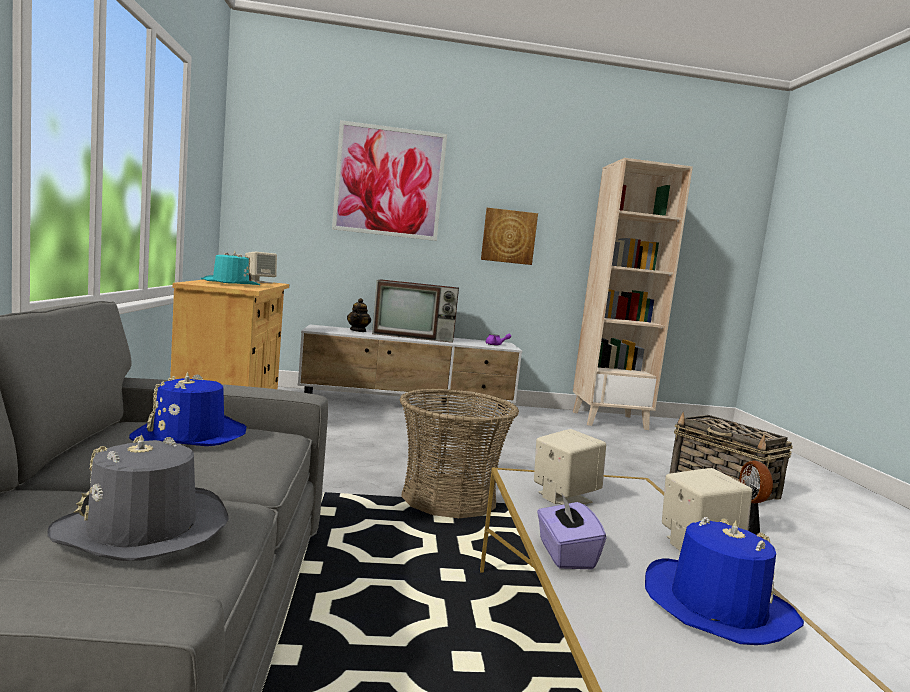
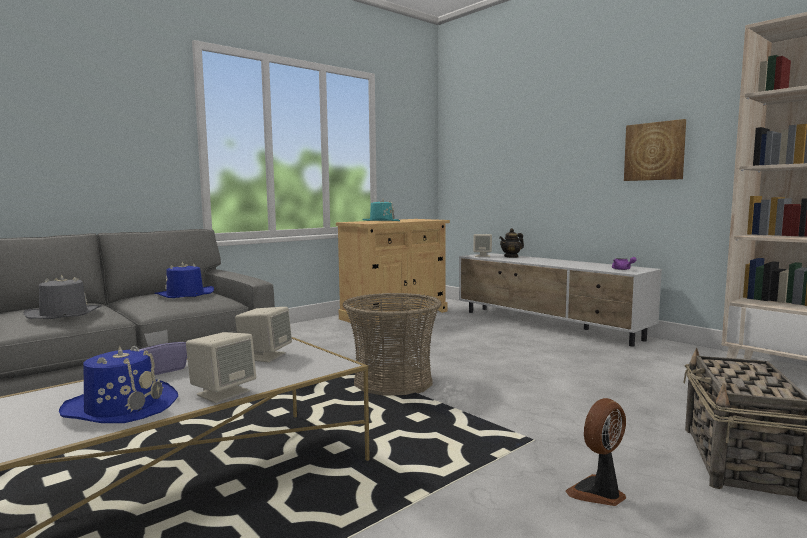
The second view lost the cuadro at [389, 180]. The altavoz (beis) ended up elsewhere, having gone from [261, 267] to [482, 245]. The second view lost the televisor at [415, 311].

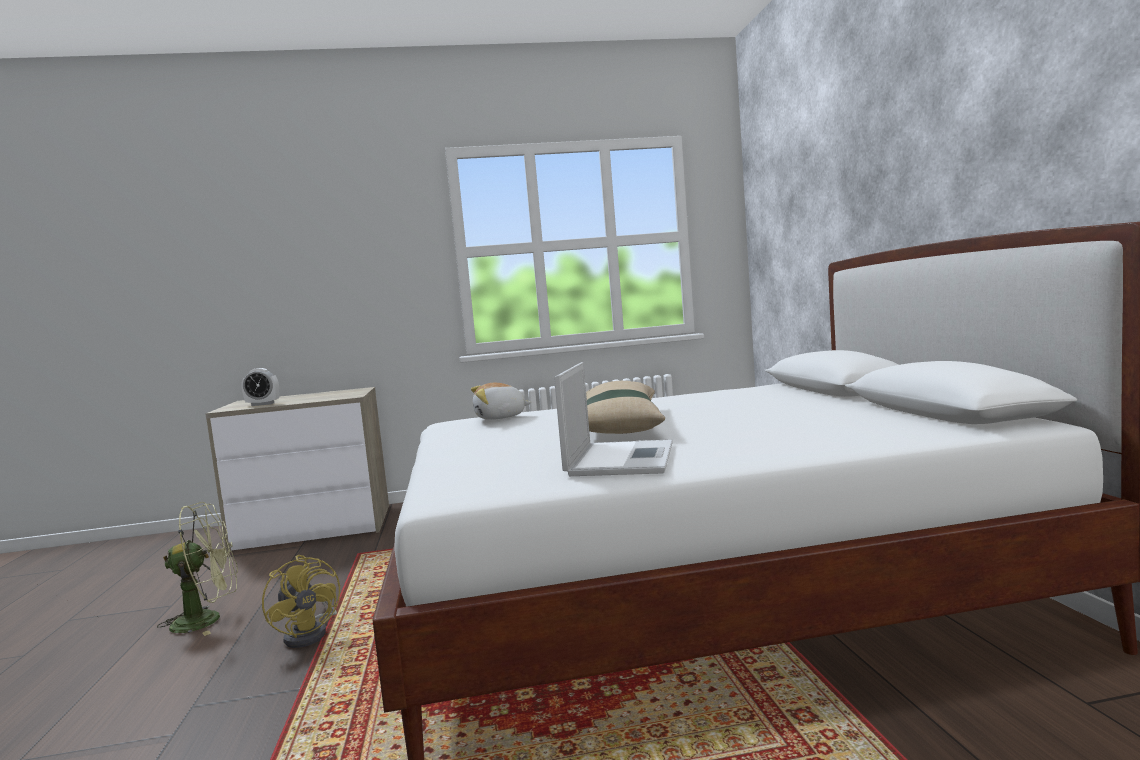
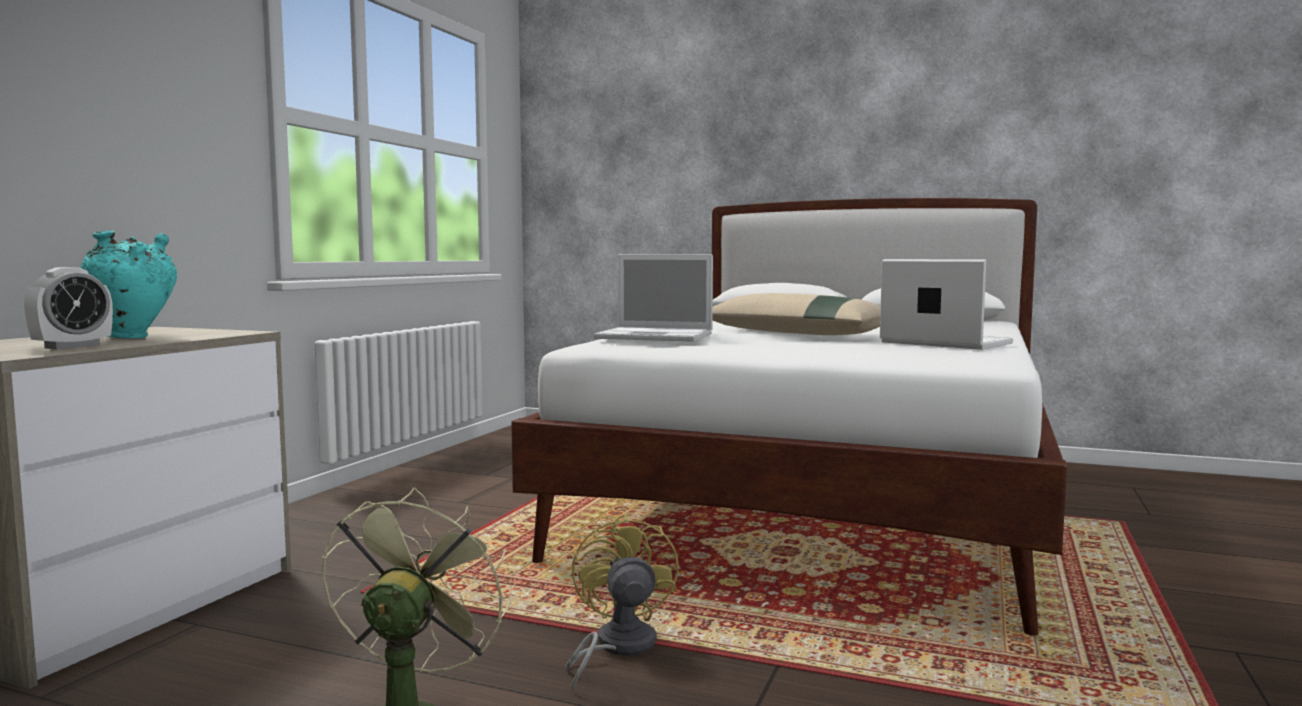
Where the peluche stood at [501, 401], the portátil came to stand at [653, 298]. The ventilador (amarillo) at [301, 601] ended up facing another way, 90 degrees counterclockwise from before. The second view gained the florero (turquesa) at [129, 284].

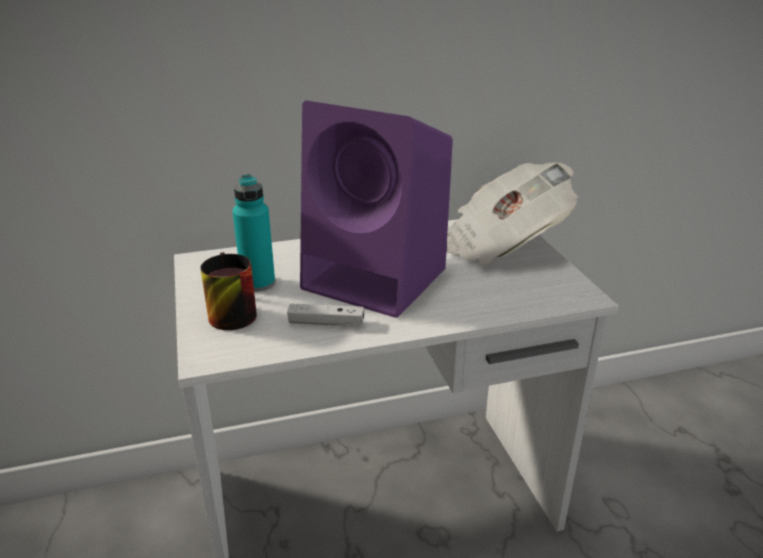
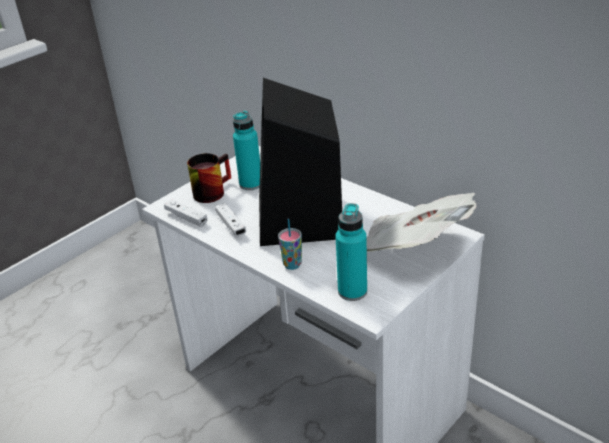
What was the altavoz (morado) at [376, 209] turned into the altavoz (negro) at [300, 162]. The second view gained the mando de consola (blanco) at [185, 213]. The second view gained the botella (turquesa) at [351, 252]. The second view gained the taza at [290, 244].

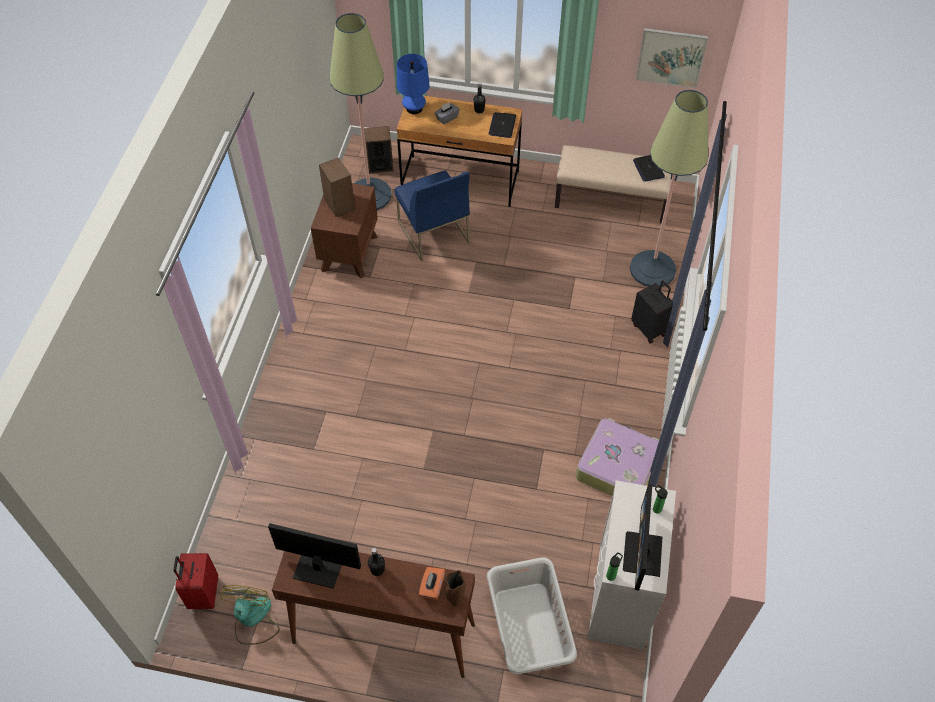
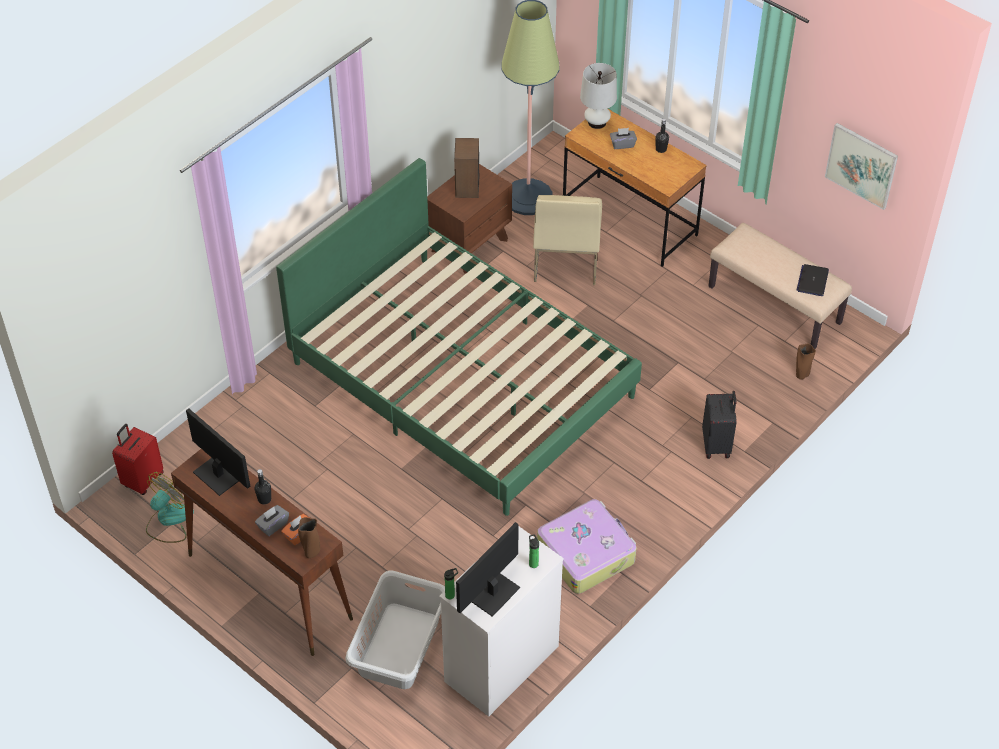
What was the lámpara de mesa (azul) at [413, 84] turned into the lámpara de mesa (blanco) at [598, 96]. The second view lost the lámpara de pie at [669, 188]. The second view lost the portátil at [502, 125]. The second view lost the altavoz at [378, 150]. What was the silla (azul) at [432, 216] turned into the silla (beis) at [567, 240]. The second view gained the cama (verde) at [459, 337]. The second view gained the florero (marrón) at [806, 362]. The second view gained the caja de pañuelos (gris) at [272, 520].

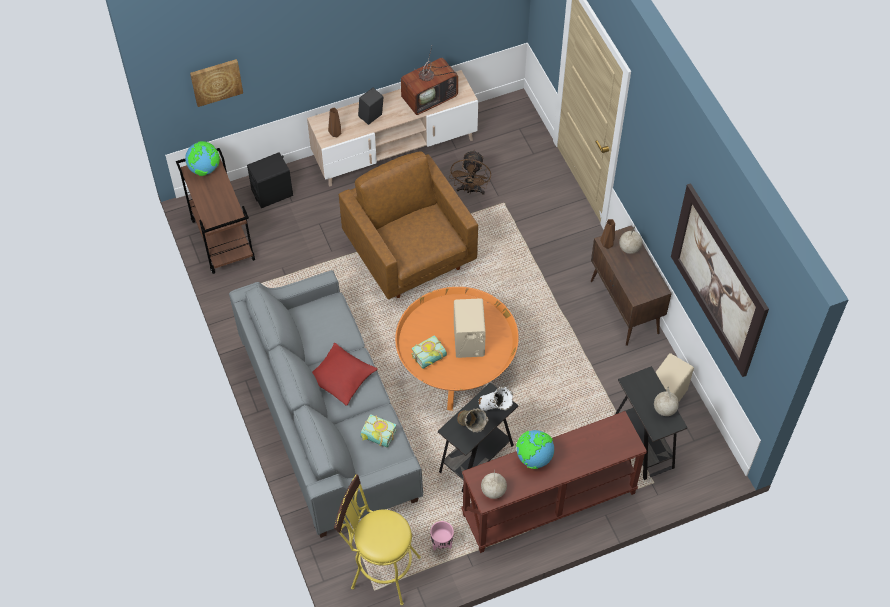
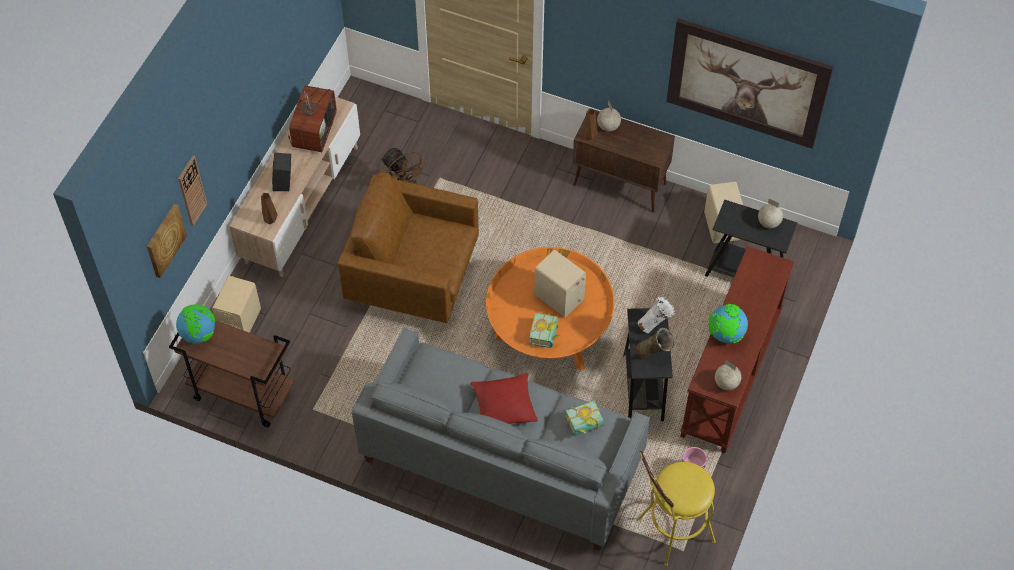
What was the altavoz (negro) at [270, 180] turned into the altavoz (beis) at [236, 304]. The second view gained the reloj de pared at [192, 191].

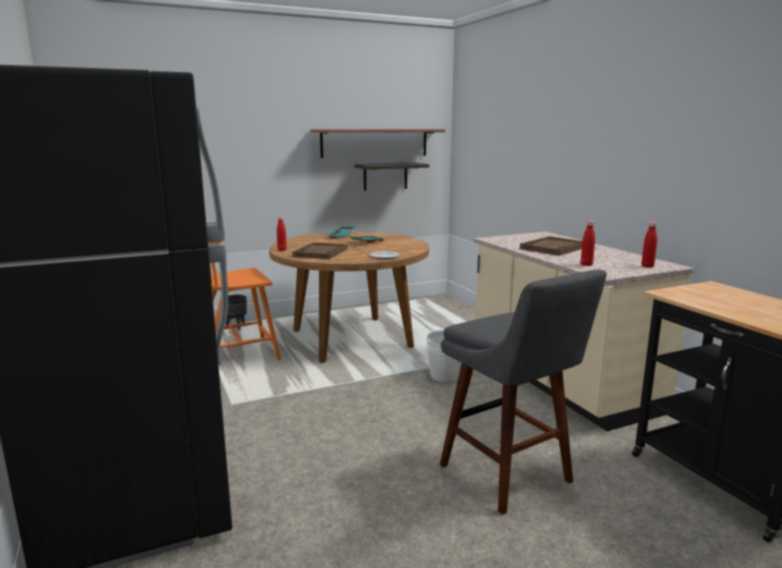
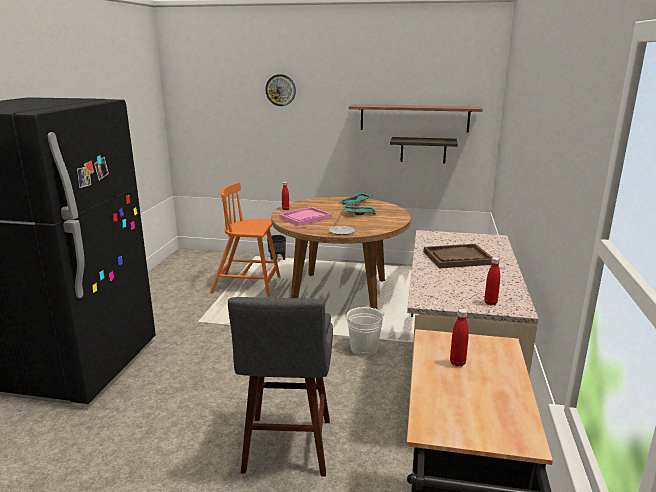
The botella (rojo) ended up elsewhere, having gone from [588, 243] to [459, 338]. What was the bandeja (marrón) at [320, 250] turned into the bandeja (rosa) at [305, 216]. The second view gained the reloj de pared at [280, 90].

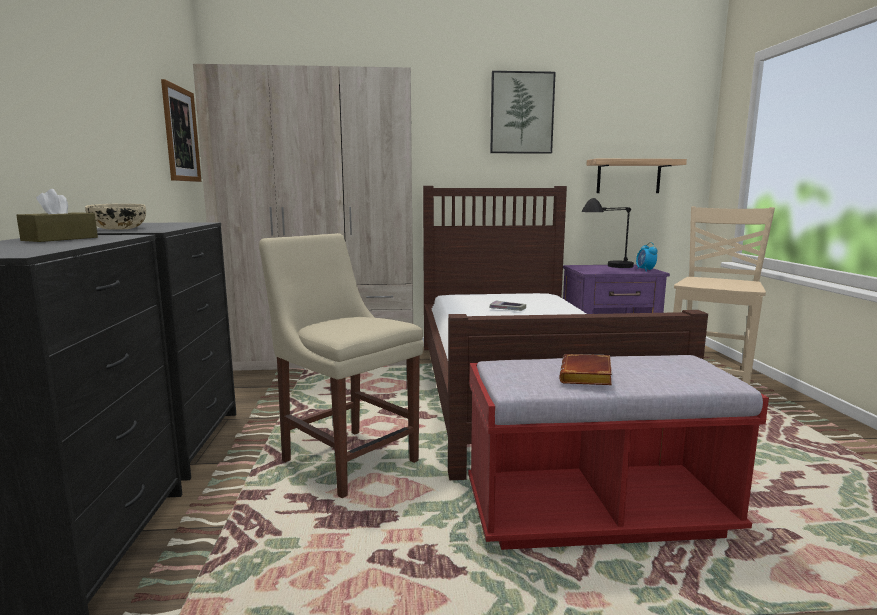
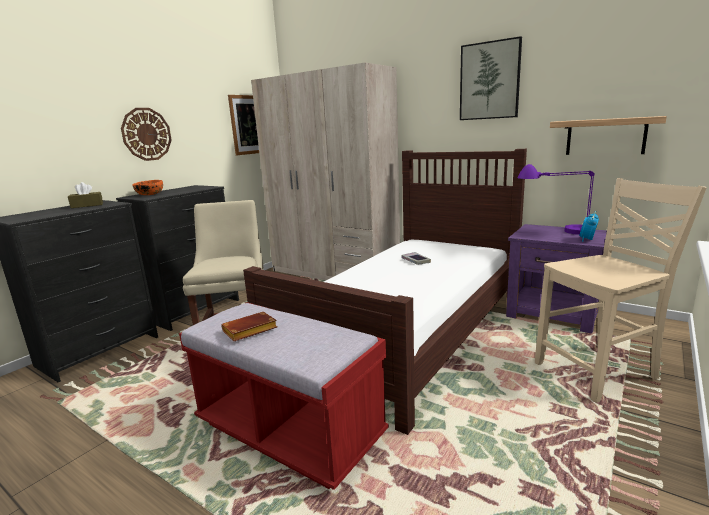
What was the lámpara de mesa (negro) at [608, 233] turned into the lámpara de mesa (morado) at [556, 199]. What was the cuenco (beis) at [115, 217] turned into the cuenco (naranja) at [147, 187]. The second view gained the reloj de pared at [146, 134].

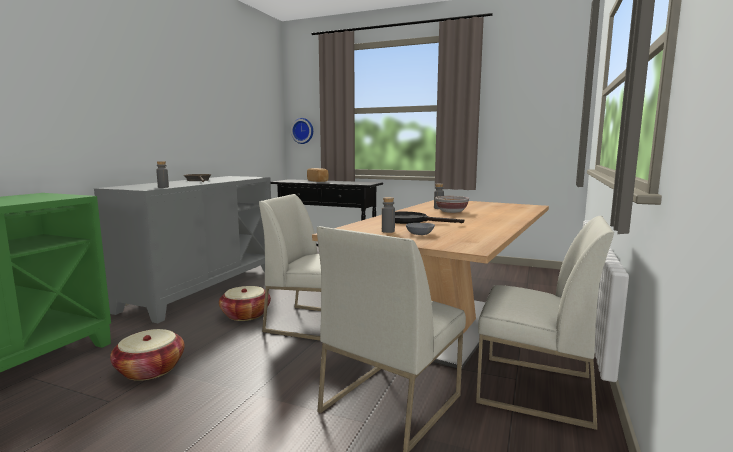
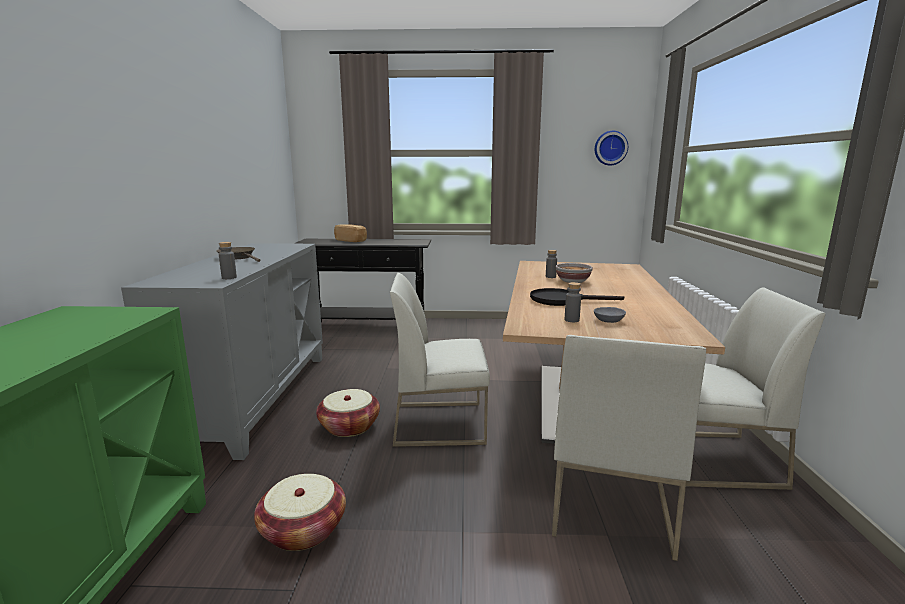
The reloj de pared ended up elsewhere, having gone from [302, 131] to [611, 148].

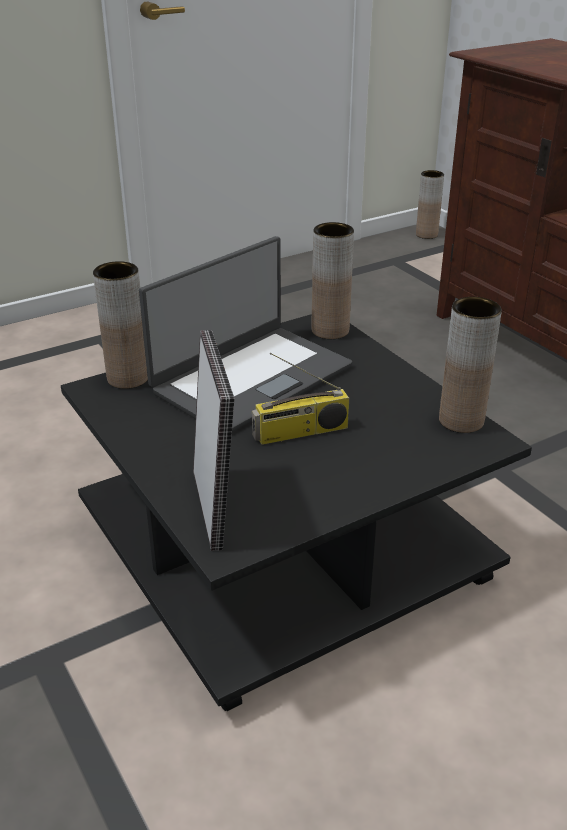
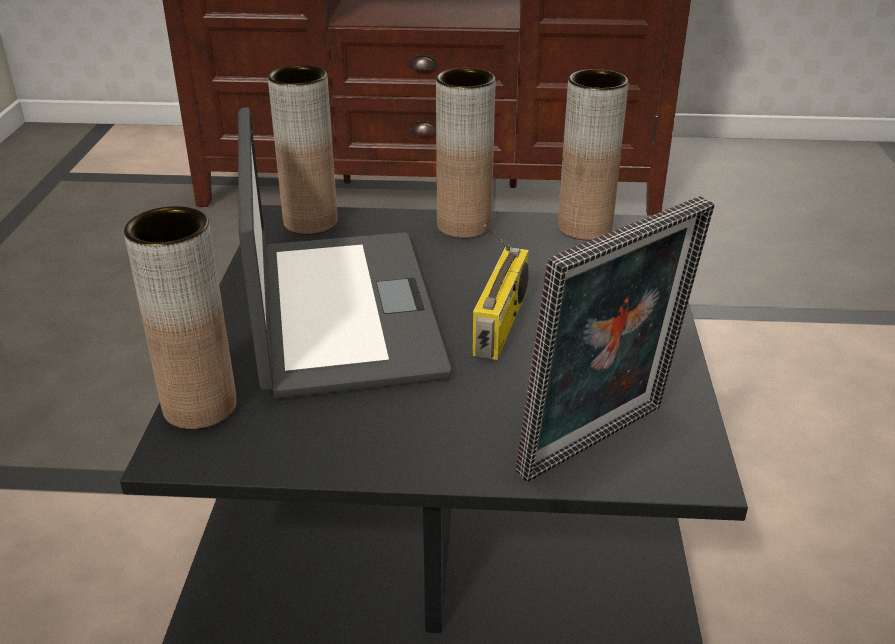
The florero (marrón) ended up elsewhere, having gone from [430, 204] to [466, 153]. The portarretratos at [213, 440] ended up facing another way, 120 degrees clockwise from before.

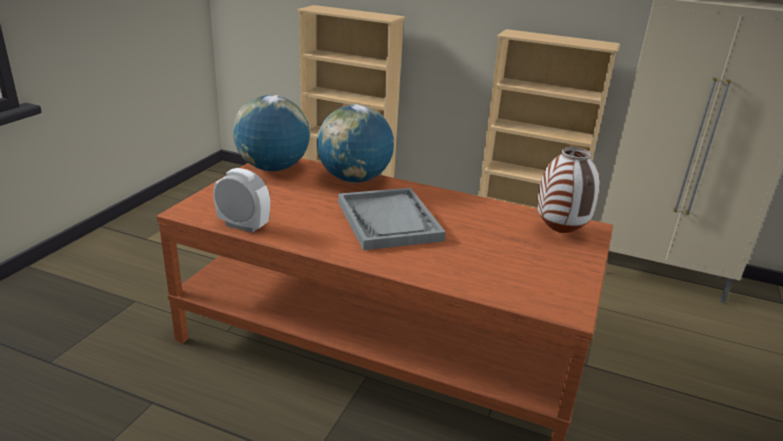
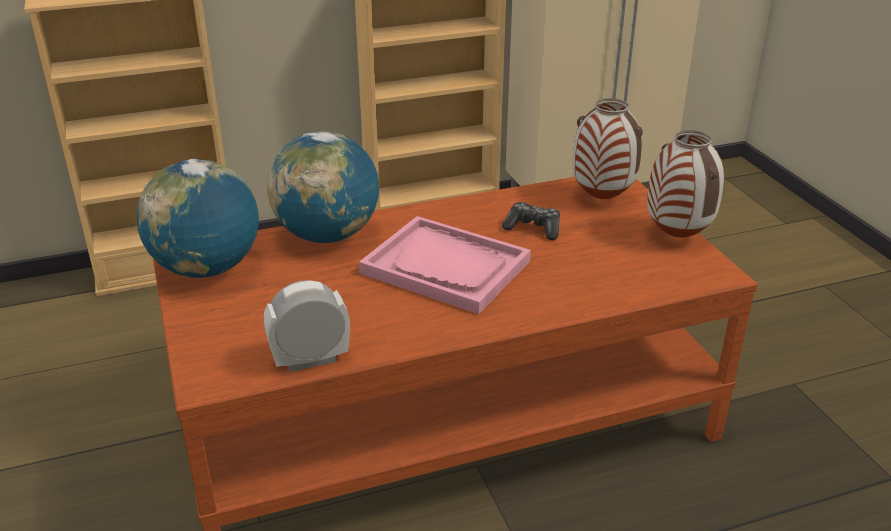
What was the bandeja (gris) at [392, 219] turned into the bandeja (rosa) at [445, 265]. The second view gained the florero at [685, 184]. The second view gained the mando de consola at [531, 221].

